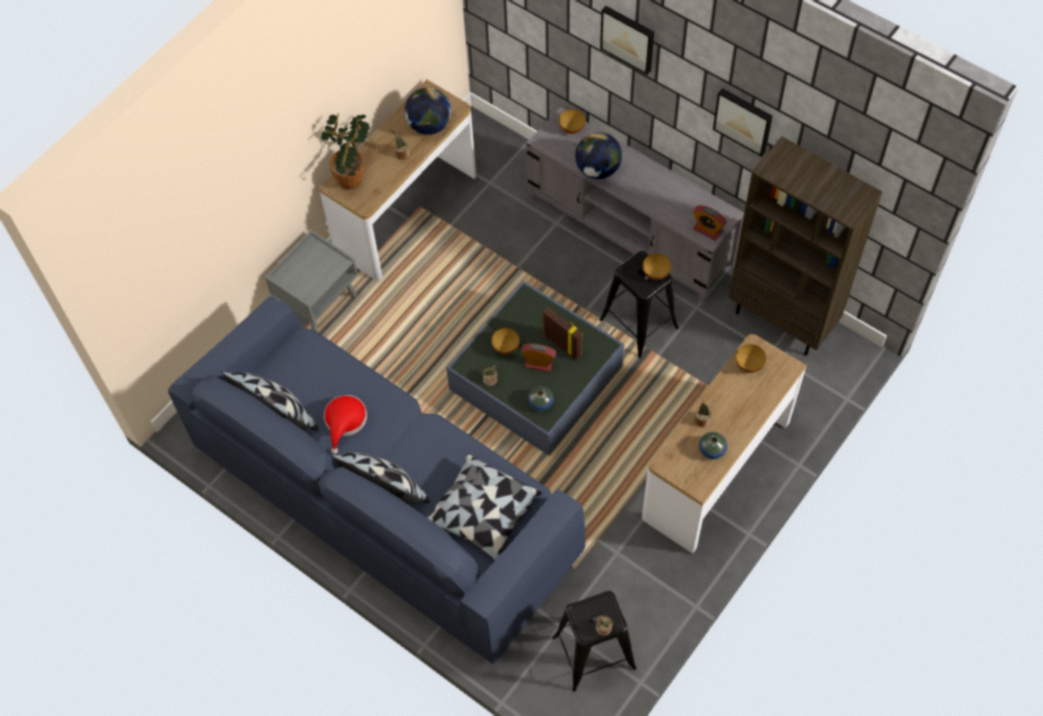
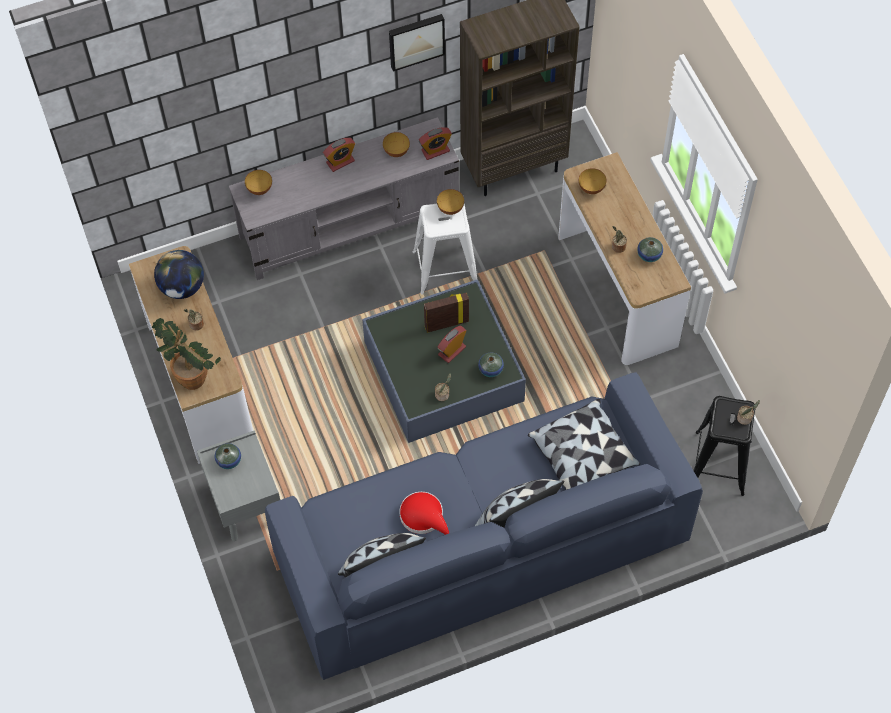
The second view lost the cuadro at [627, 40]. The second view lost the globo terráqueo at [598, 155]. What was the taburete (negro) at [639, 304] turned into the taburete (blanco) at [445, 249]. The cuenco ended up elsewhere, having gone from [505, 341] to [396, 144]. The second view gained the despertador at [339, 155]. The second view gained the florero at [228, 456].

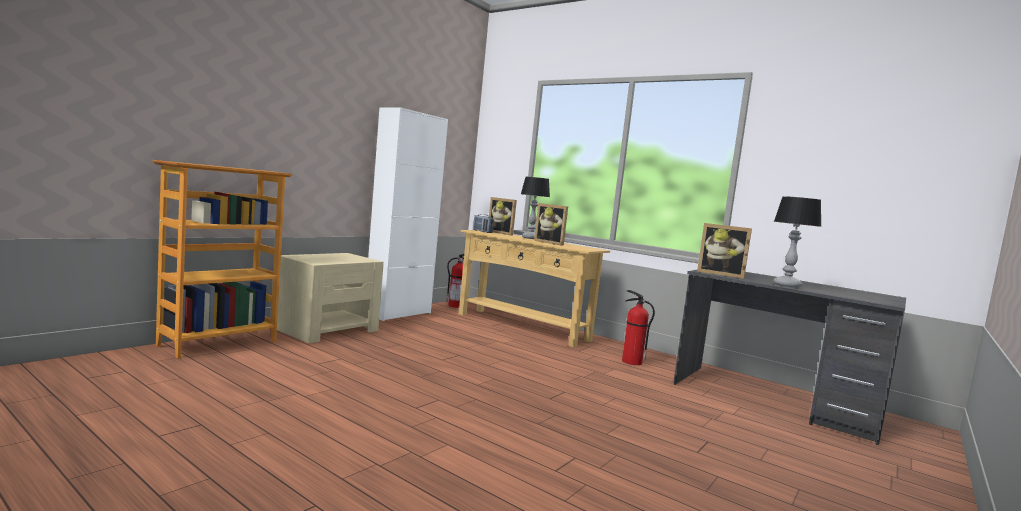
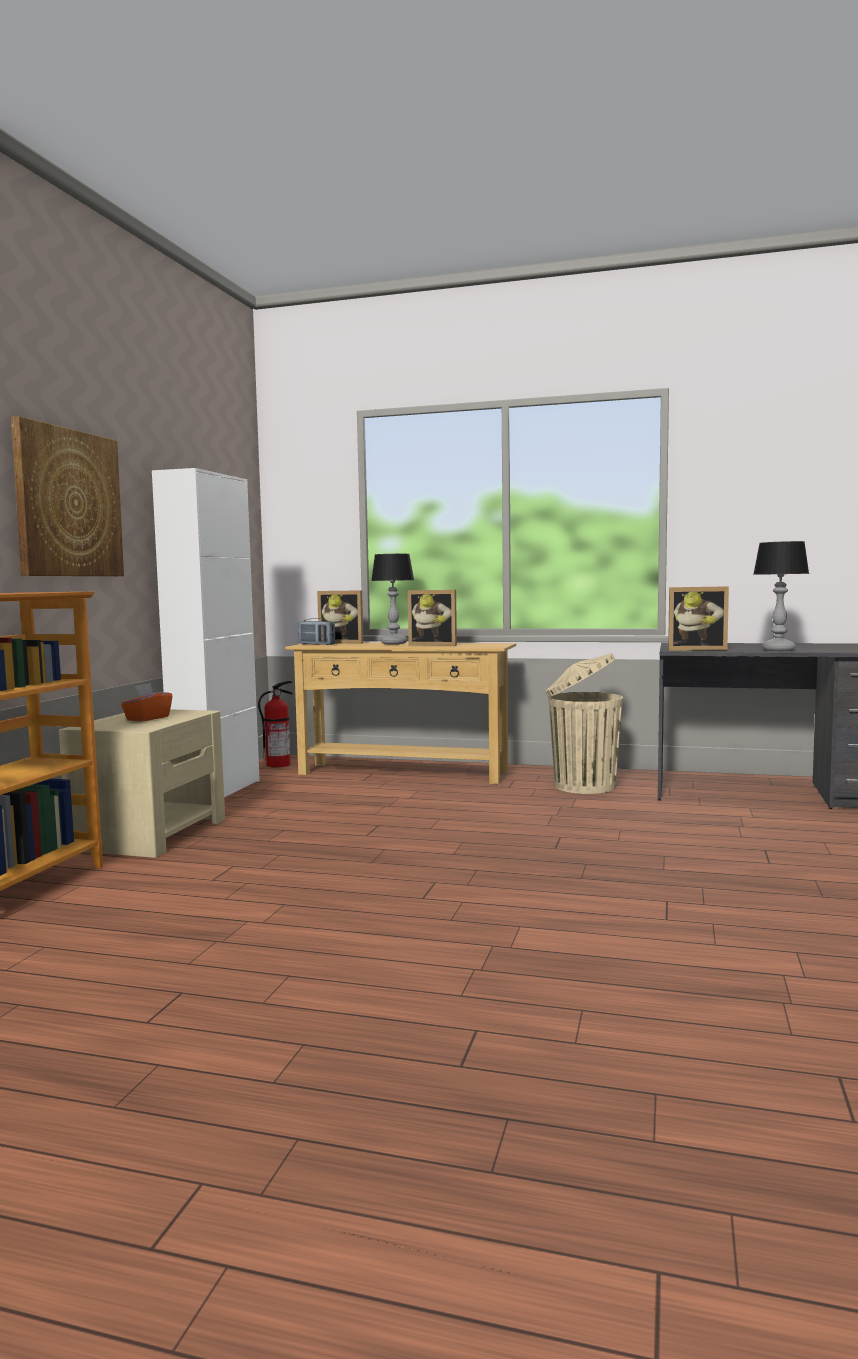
Where the extintor stood at [638, 327], the papelera (beis) came to stand at [584, 723]. The second view gained the cuadro at [67, 496]. The second view gained the caja de pañuelos (naranja) at [146, 702].

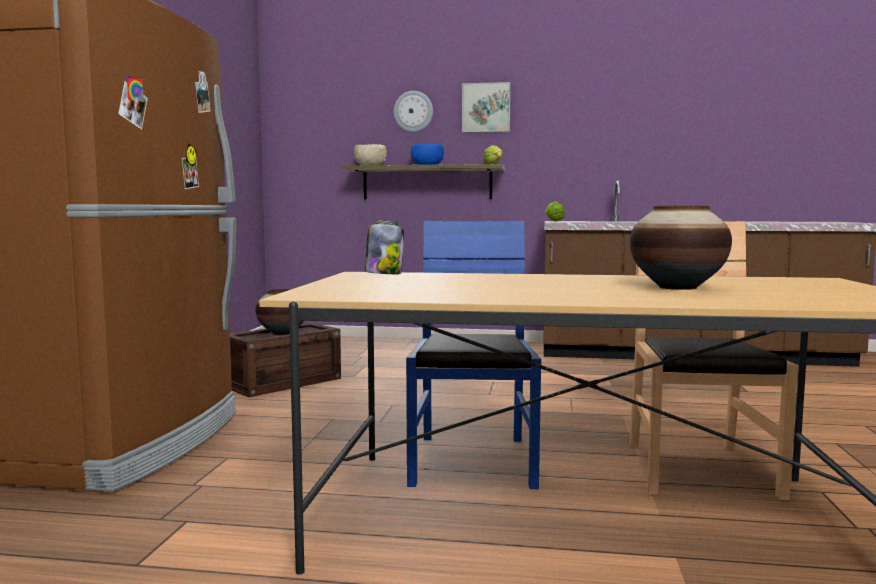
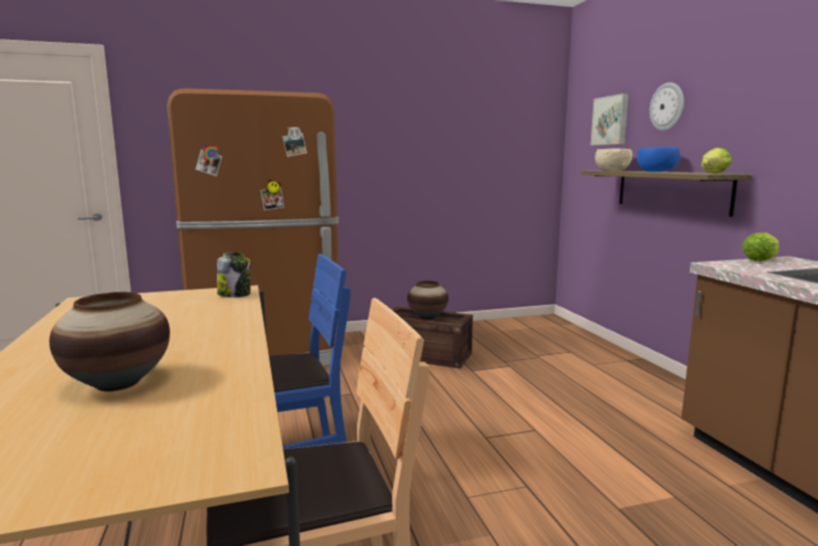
The cuadro ended up elsewhere, having gone from [486, 107] to [610, 119].

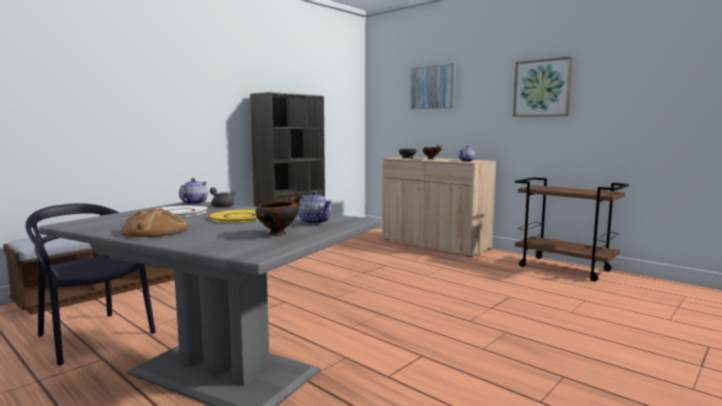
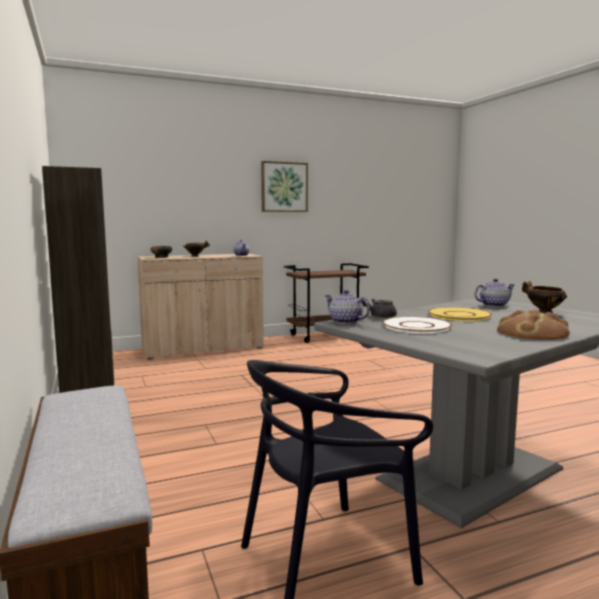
The second view lost the cuadro at [433, 86].

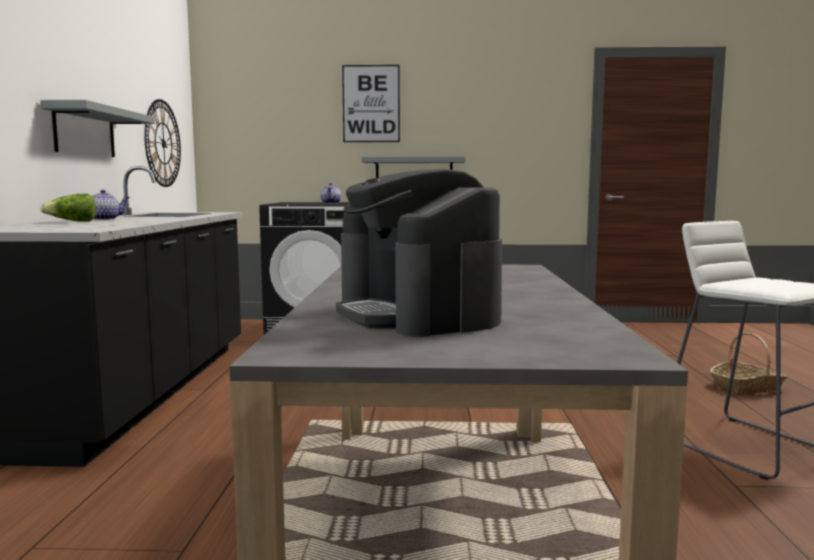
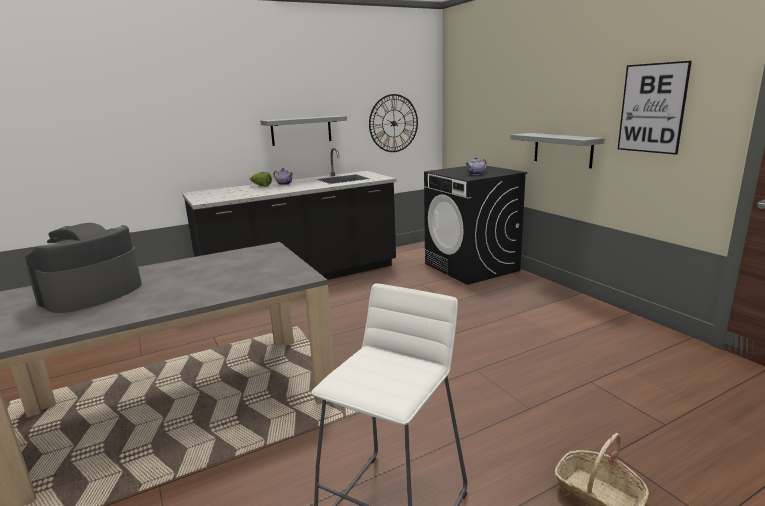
The cuadro ended up elsewhere, having gone from [371, 103] to [655, 108].

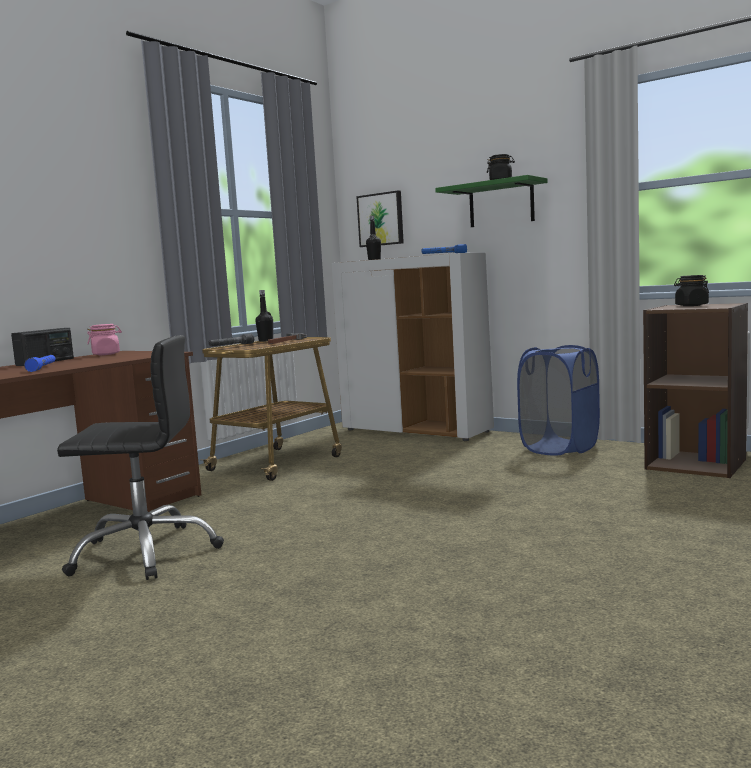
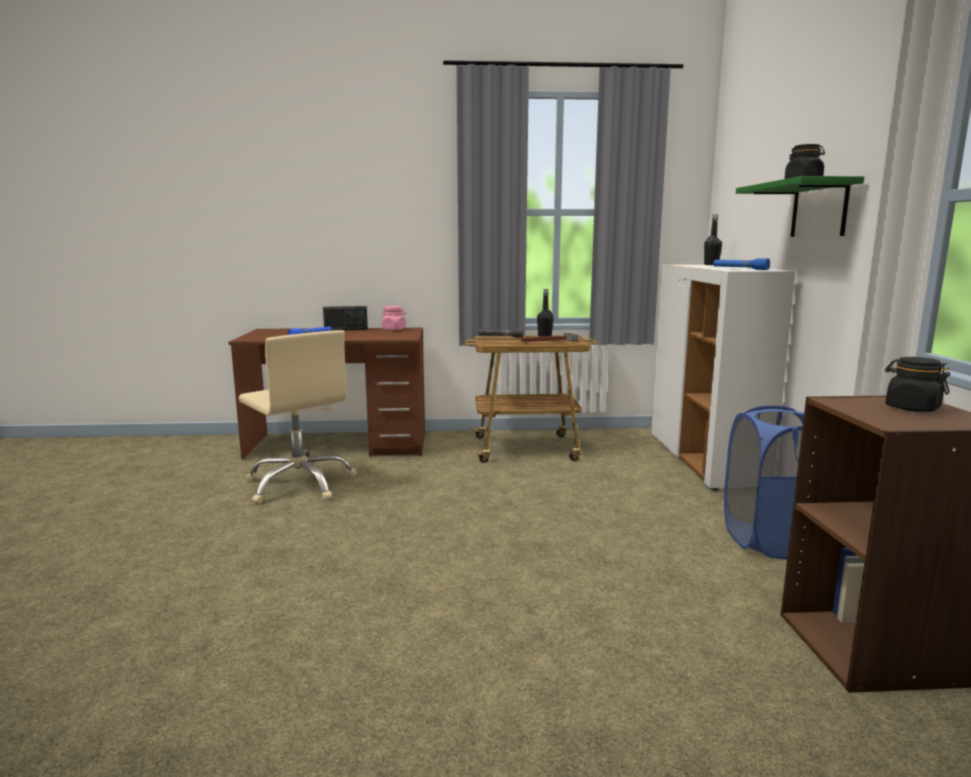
The second view lost the cuadro at [380, 218]. What was the silla de oficina (negro) at [140, 457] turned into the silla de oficina (beis) at [297, 417].

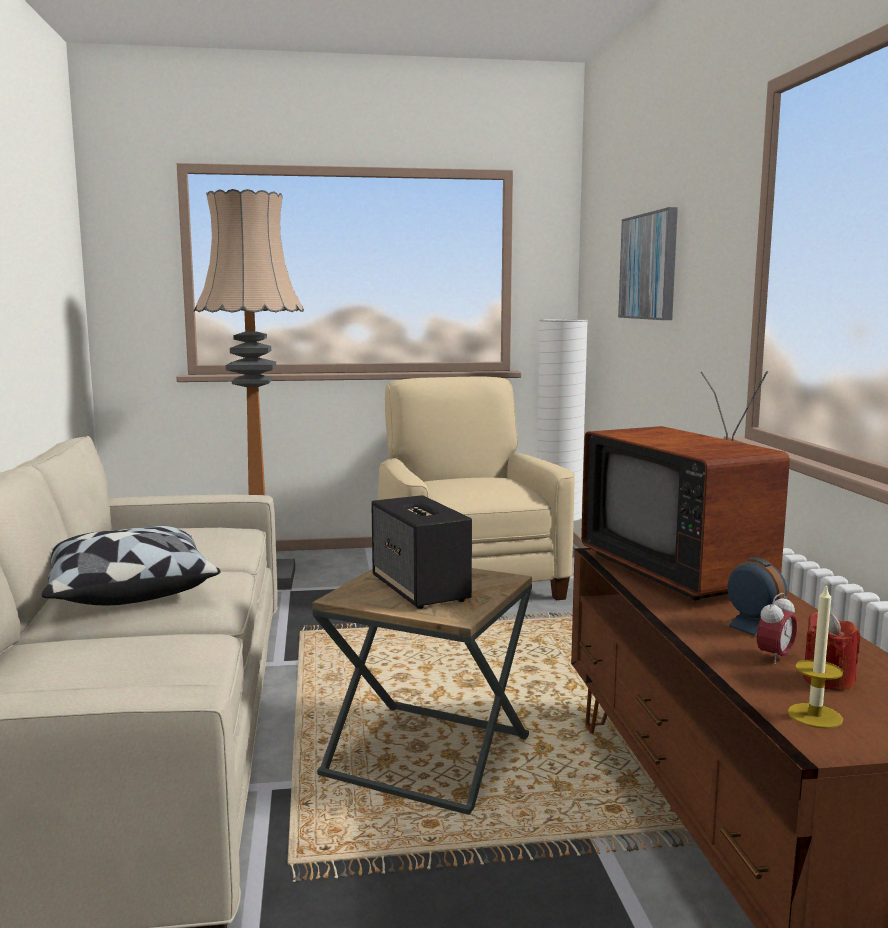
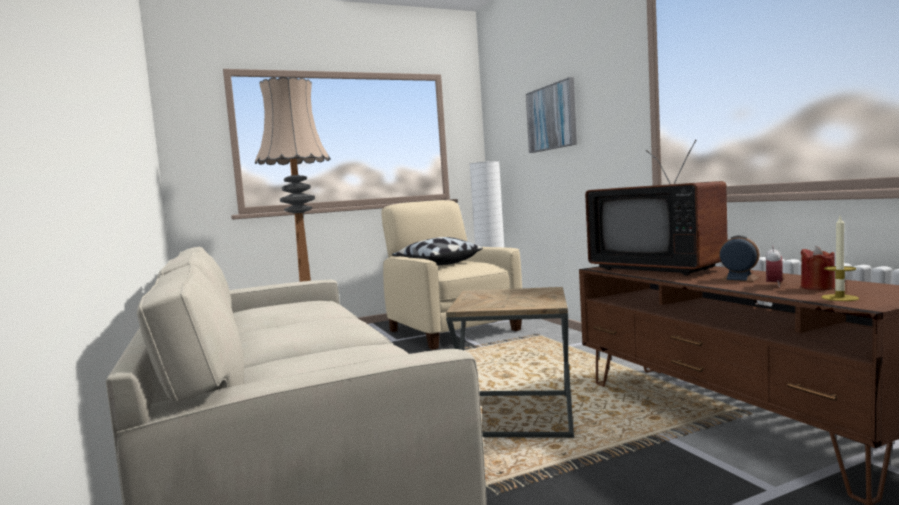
The second view lost the altavoz at [421, 552]. The cojín ended up elsewhere, having gone from [130, 565] to [437, 251].

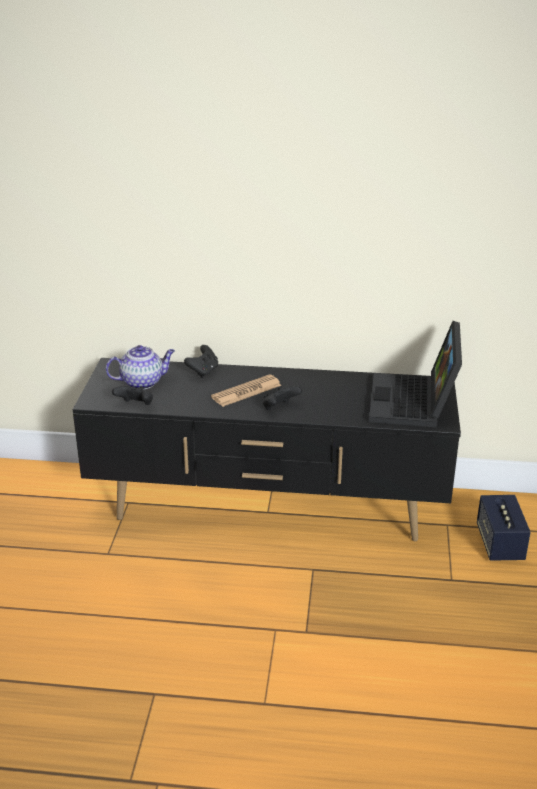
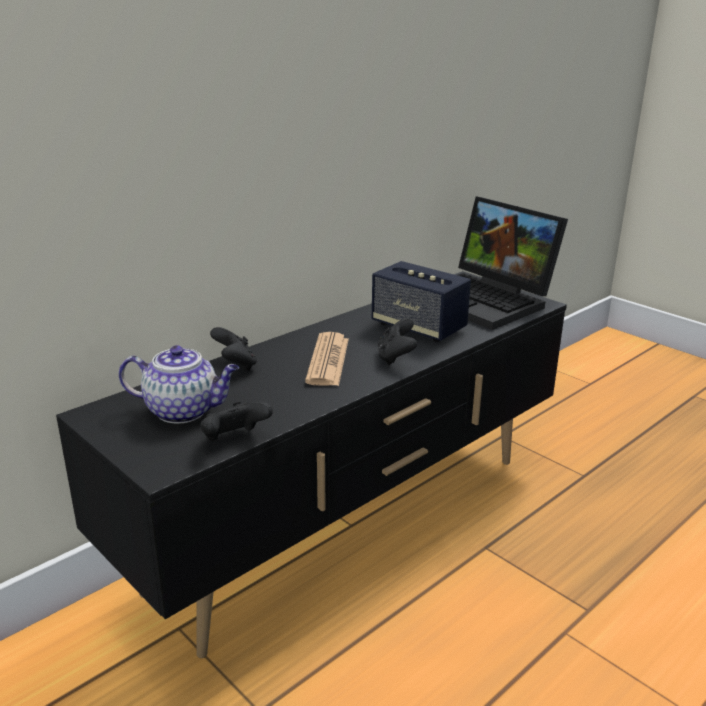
The tetera at [140, 367] ended up facing another way, 75 degrees clockwise from before. The altavoz ended up elsewhere, having gone from [504, 528] to [421, 301].

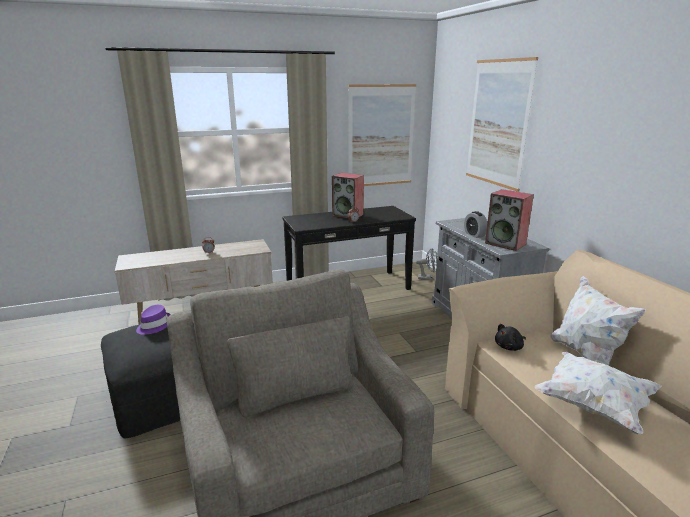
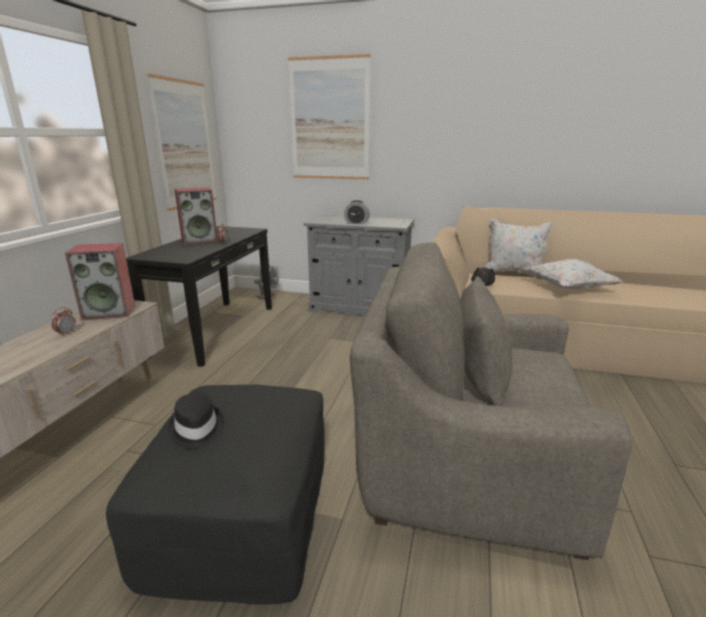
The altavoz ended up elsewhere, having gone from [509, 220] to [100, 281]. What was the sombrero (morado) at [153, 319] turned into the sombrero (negro) at [196, 421].

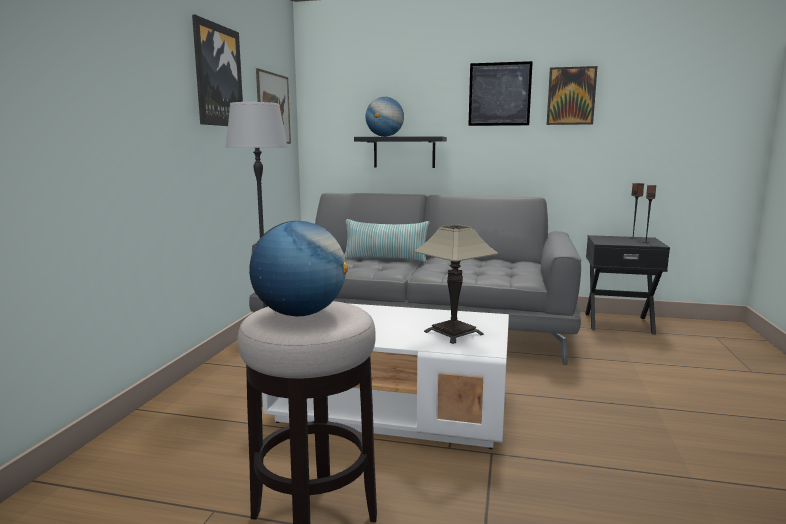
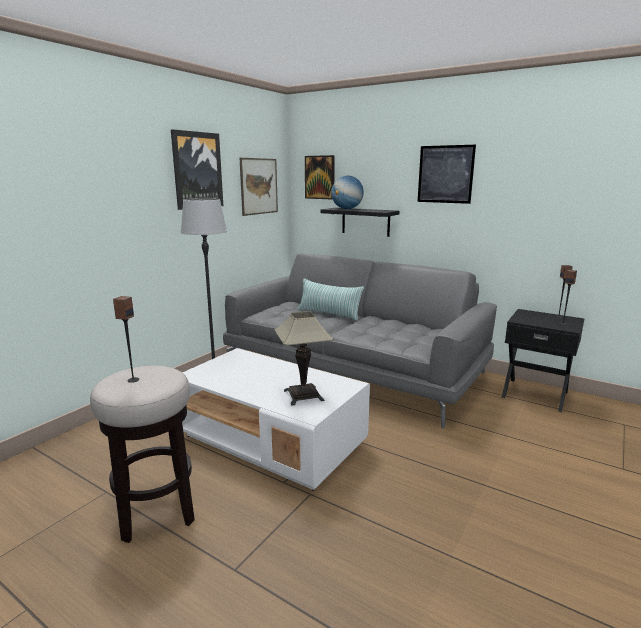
The cuadro ended up elsewhere, having gone from [572, 95] to [320, 177]. Where the globo terráqueo stood at [298, 269], the altavoz came to stand at [126, 339].

